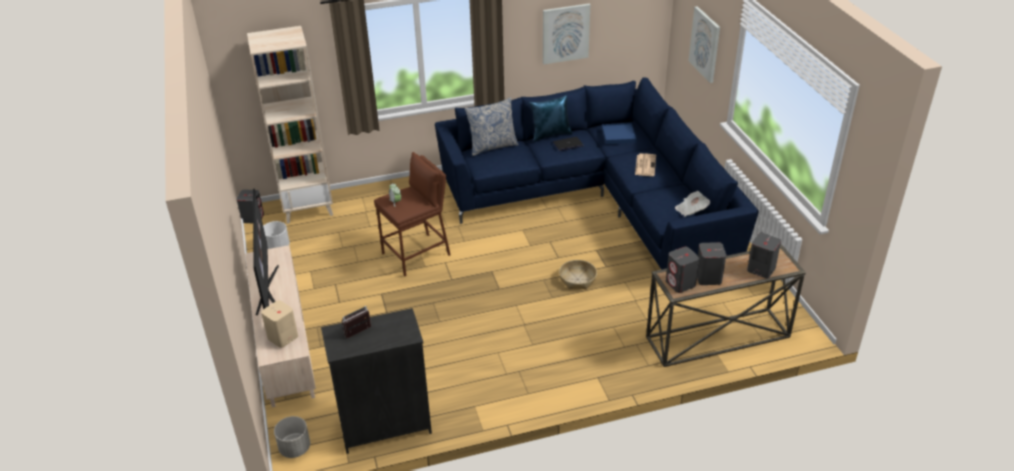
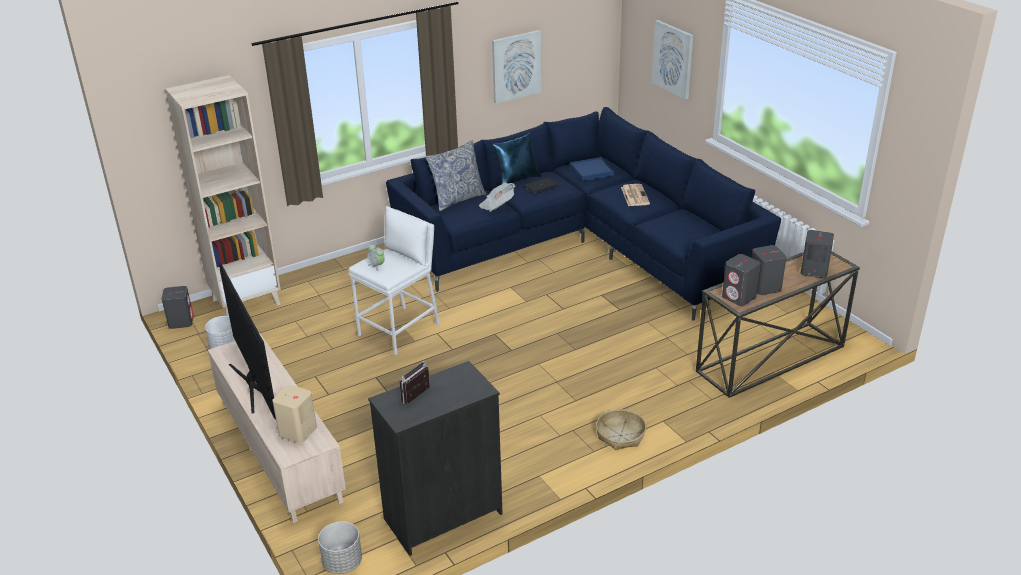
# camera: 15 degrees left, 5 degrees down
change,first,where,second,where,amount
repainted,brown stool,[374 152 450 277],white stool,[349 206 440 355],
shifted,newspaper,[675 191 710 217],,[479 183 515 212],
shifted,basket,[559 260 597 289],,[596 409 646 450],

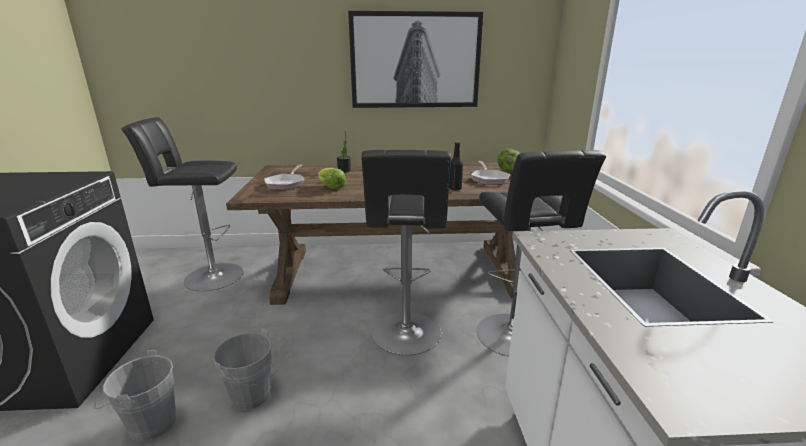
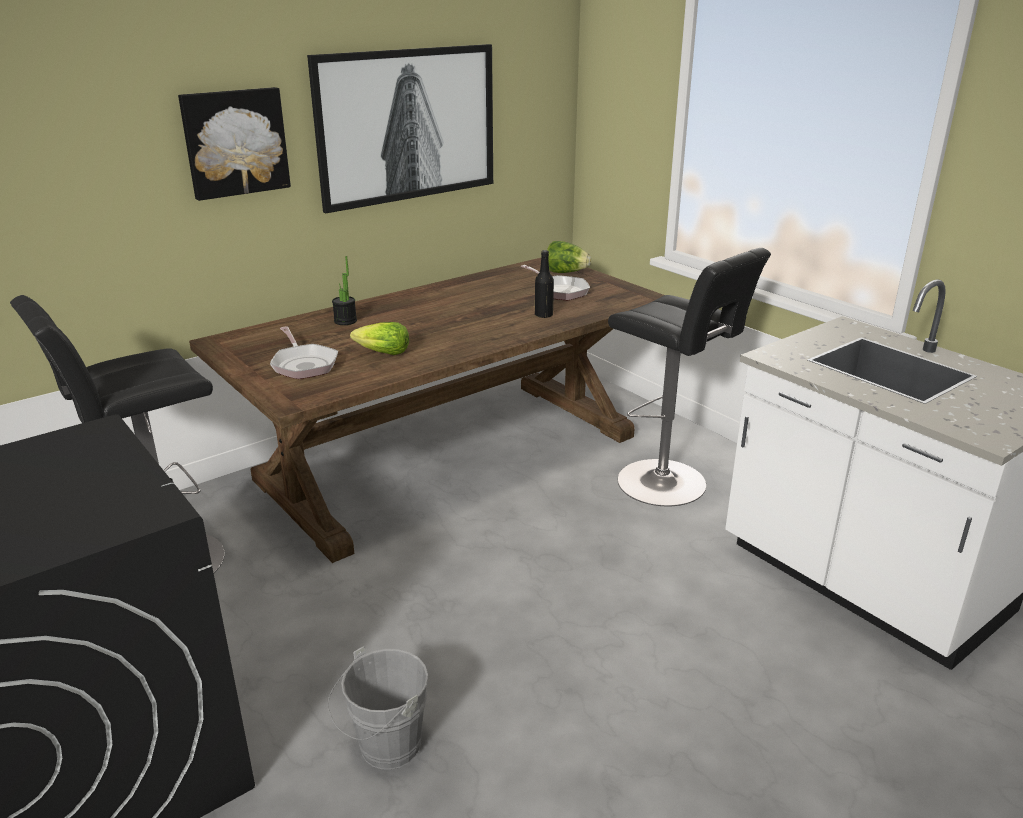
# camera: 35 degrees left, 5 degrees up
change,first,where,second,where,amount
new,,,picture,[178 87 291 201],
gone,grey bucket,[213 329 282 410],,,
gone,black stool,[361 150 451 355],,,

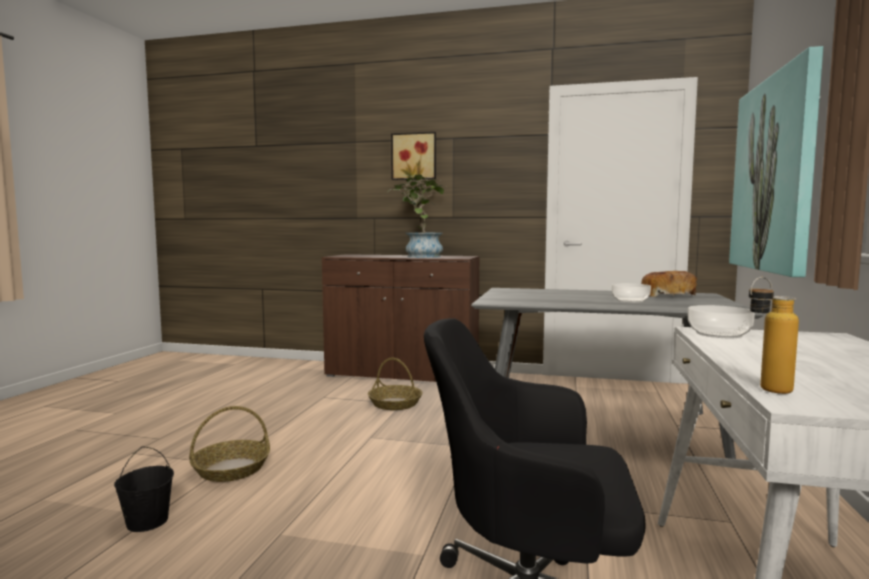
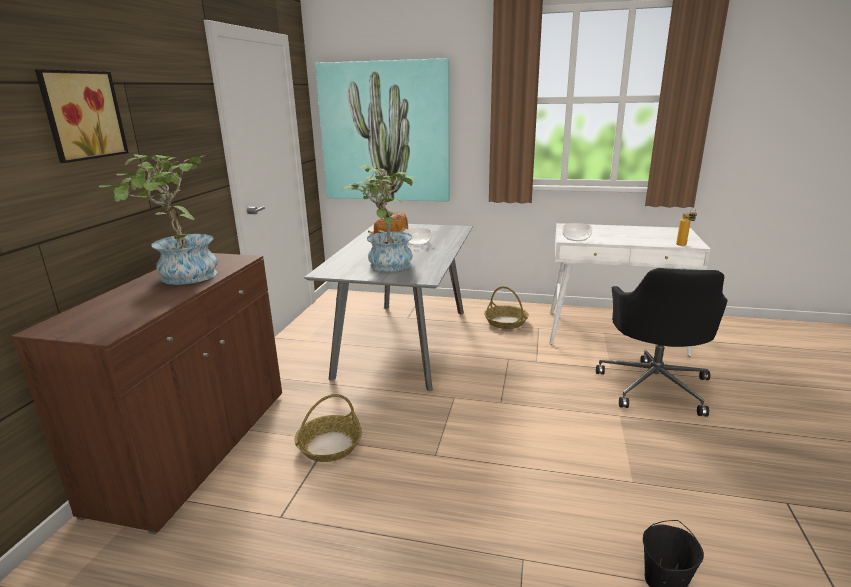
# camera: 90 degrees left, 15 degrees up
change,first,where,second,where,amount
new,,,potted plant,[341 165 417 272],
shifted,basket,[189 406 270 482],,[484 286 529 329],

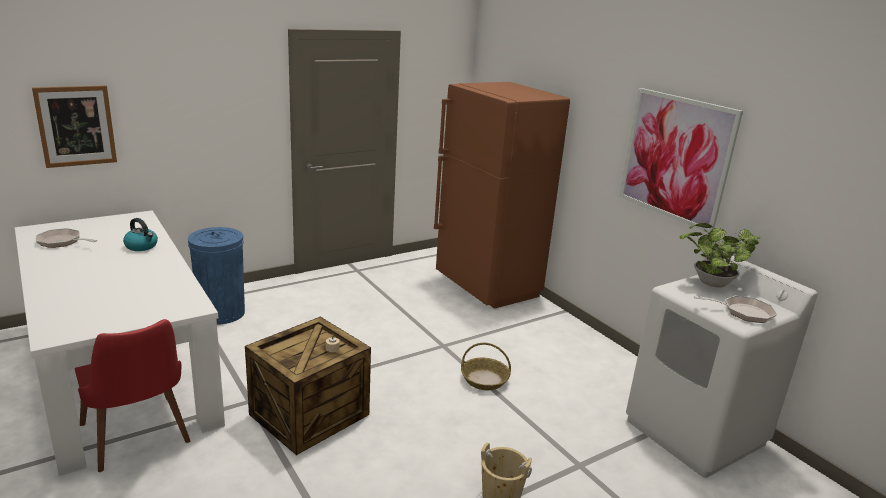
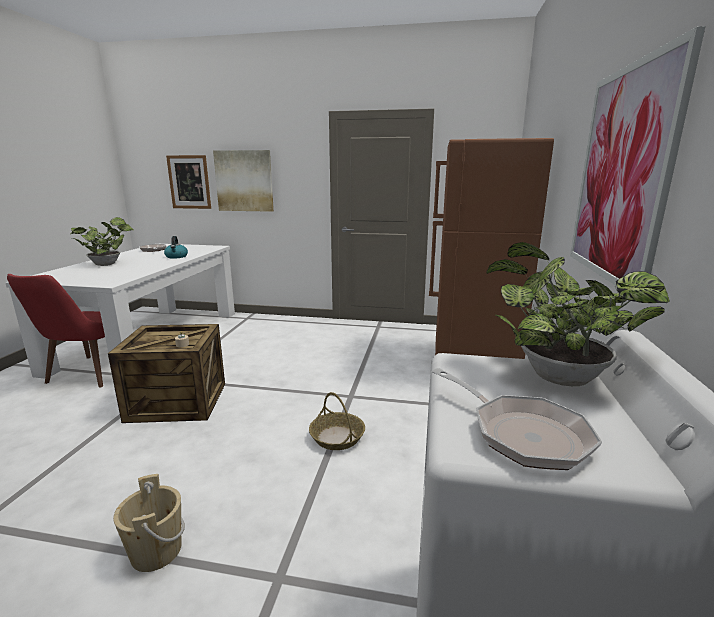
# camera: 45 degrees right, 5 degrees down
change,first,where,second,where,amount
new,,,potted plant,[70 217 133 266],
new,,,picture,[213 150 274 212],
gone,blue trash can,[188 227 245 325],,,

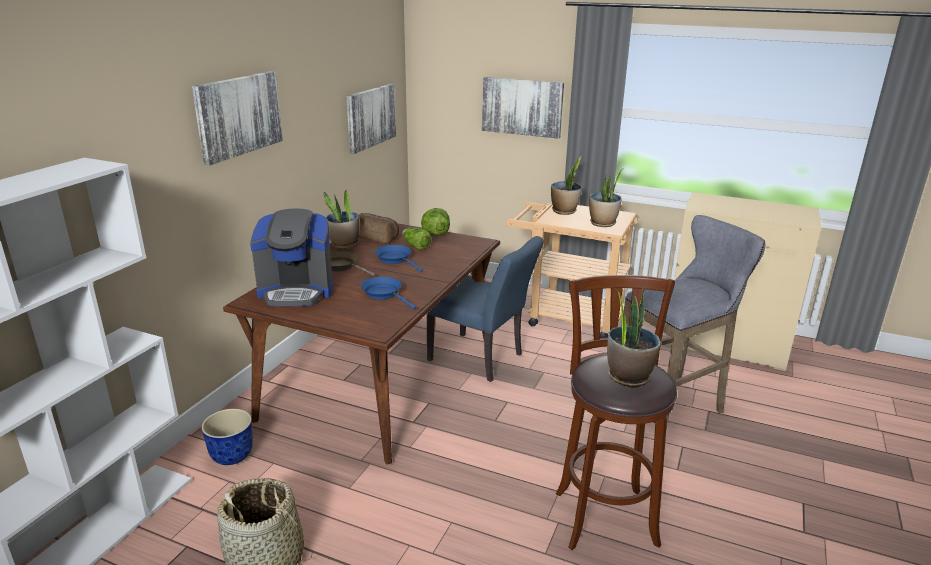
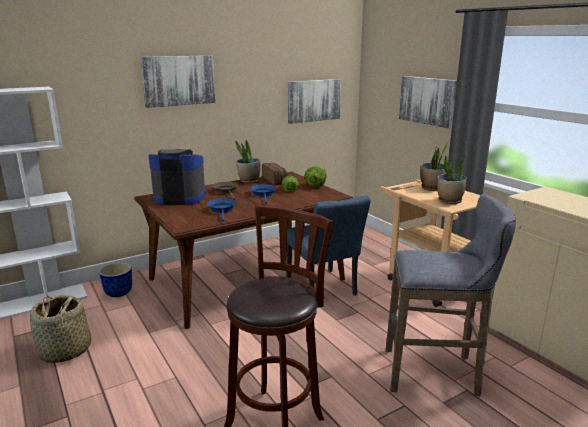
# camera: 35 degrees right, 5 degrees down
change,first,where,second,where,amount
rotated,coffee machine,[250 208 333 306],,[148 149 206 205],150 degrees clockwise
gone,potted plant,[607 288 661 388],,,

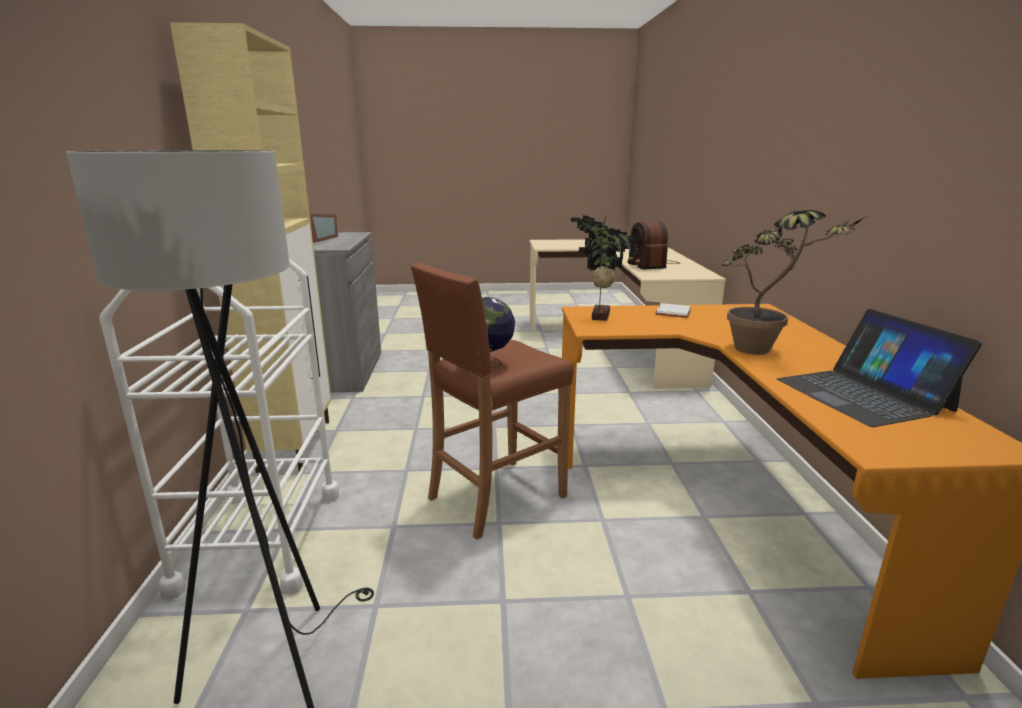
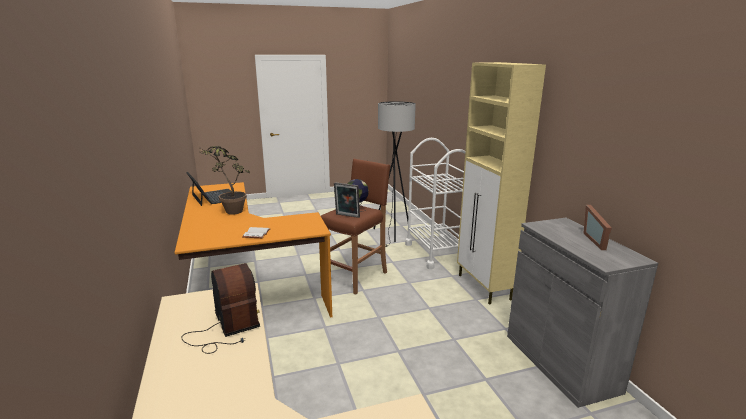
# camera: 165 degrees right, 0 degrees up
change,first,where,second,where,amount
new,,,picture frame,[334 182 360 218],
gone,potted plant,[571 215 635 321],,,

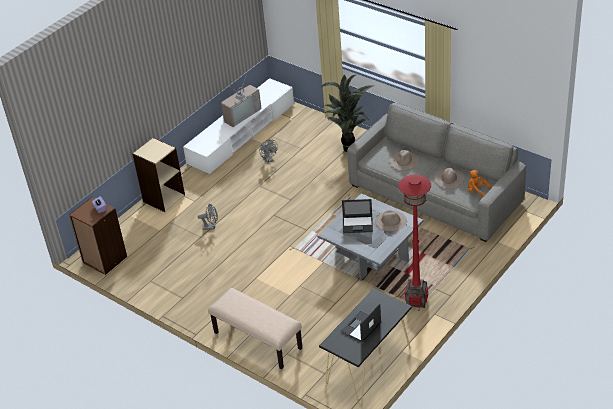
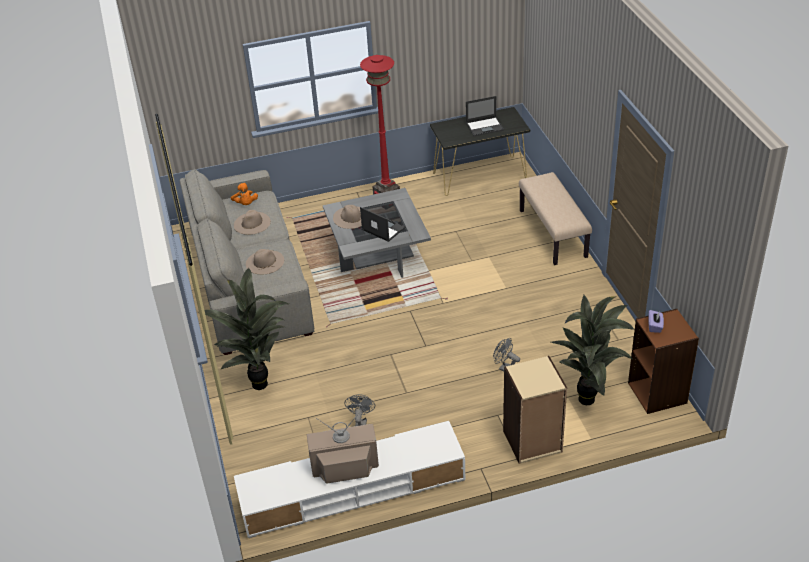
# camera: 145 degrees left, 0 degrees up
change,first,where,second,where,amount
new,,,potted plant,[551 295 635 405],

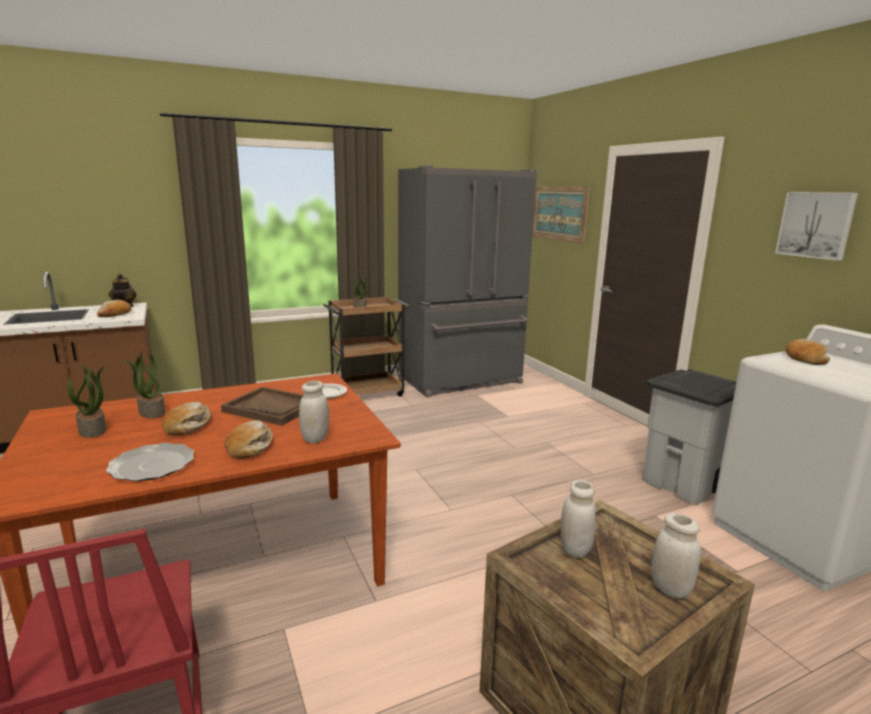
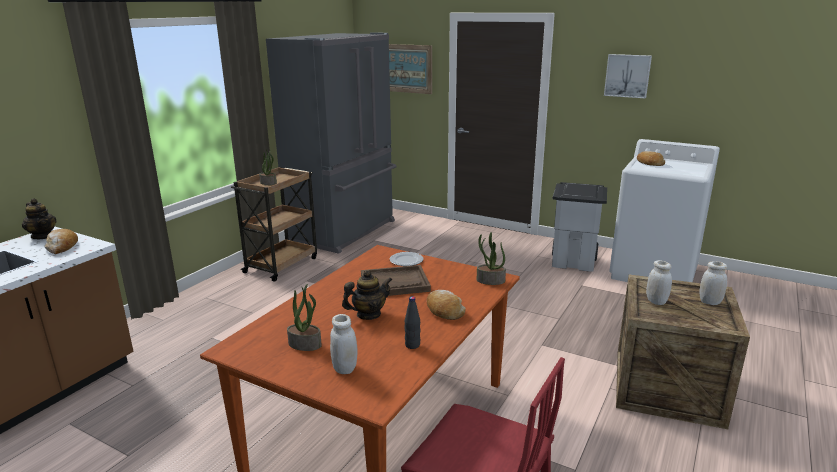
# camera: 35 degrees left, 5 degrees up
change,first,where,second,where,amount
shifted,white jar,[299 381 329 444],,[330 314 357 374],
swapped,bread,[162 402 211 436],teapot,[342 270 392 320],
swapped,plate,[106 443 194 481],black bottle,[405 296 420 349],
shifted,potted plant,[125 351 165 418],,[477 232 506 285],

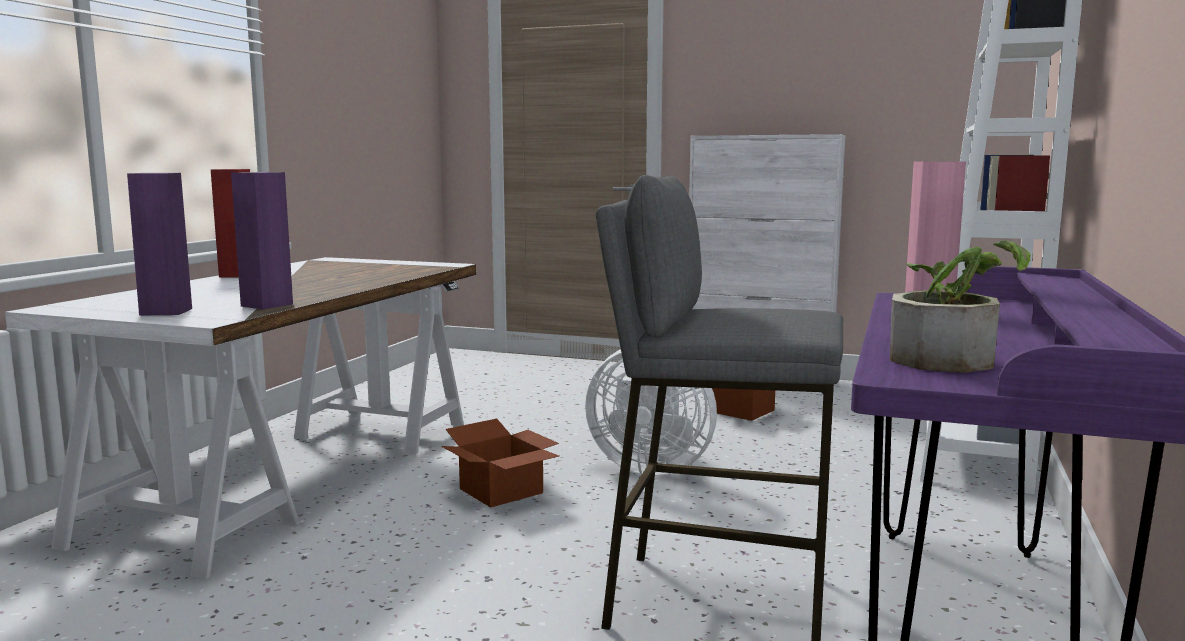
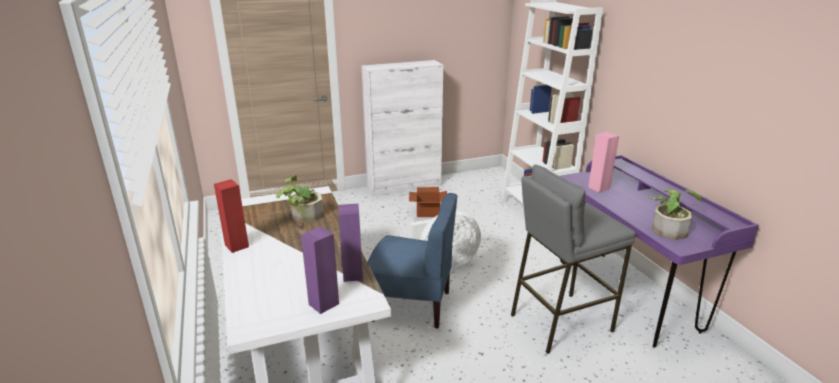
# camera: 40 degrees left, 15 degrees up
change,first,where,second,where,amount
new,,,potted plant,[276 175 324 223],
swapped,cardboard box,[441 419 559 507],blue chair,[367 193 457 329],

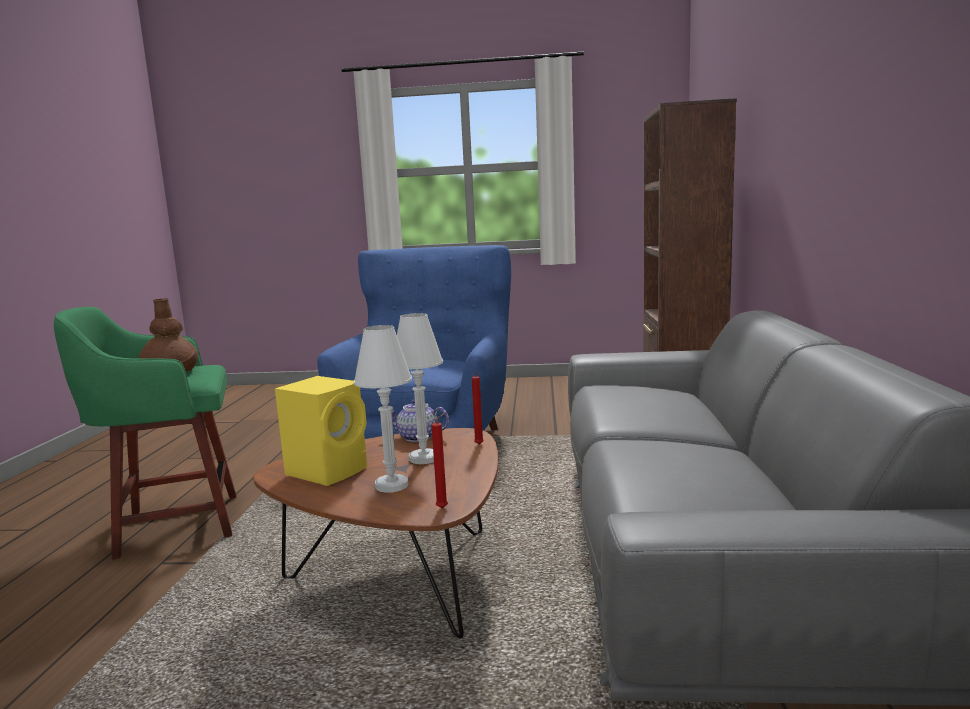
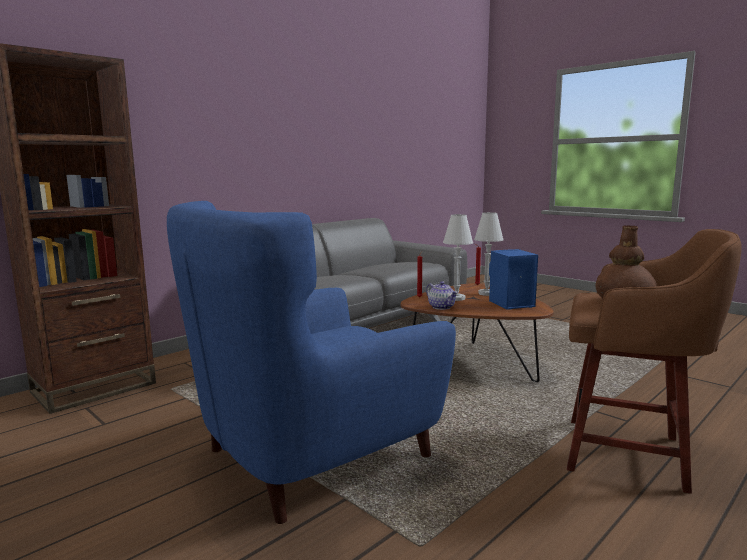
# camera: 140 degrees left, 0 degrees up
change,first,where,second,where,amount
repainted,yellow speaker,[275 376 367 486],blue speaker,[489 249 538 310],
repainted,green stool,[54 307 236 560],brown stool,[567 229 742 494],

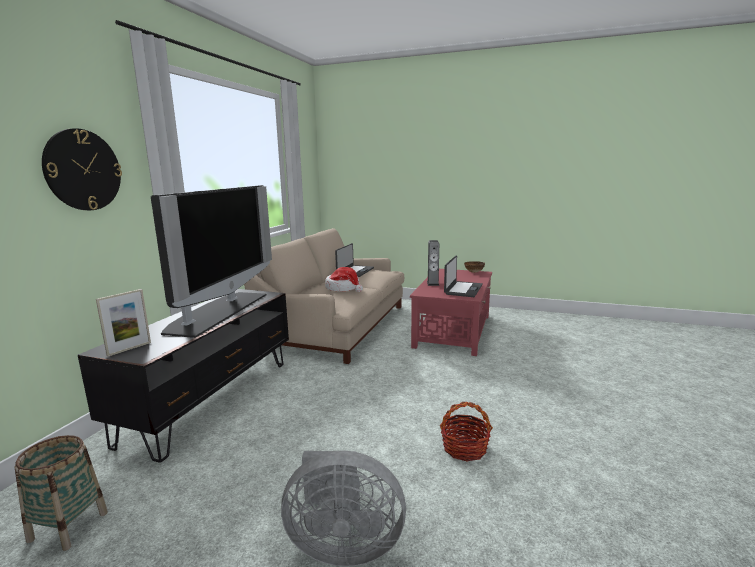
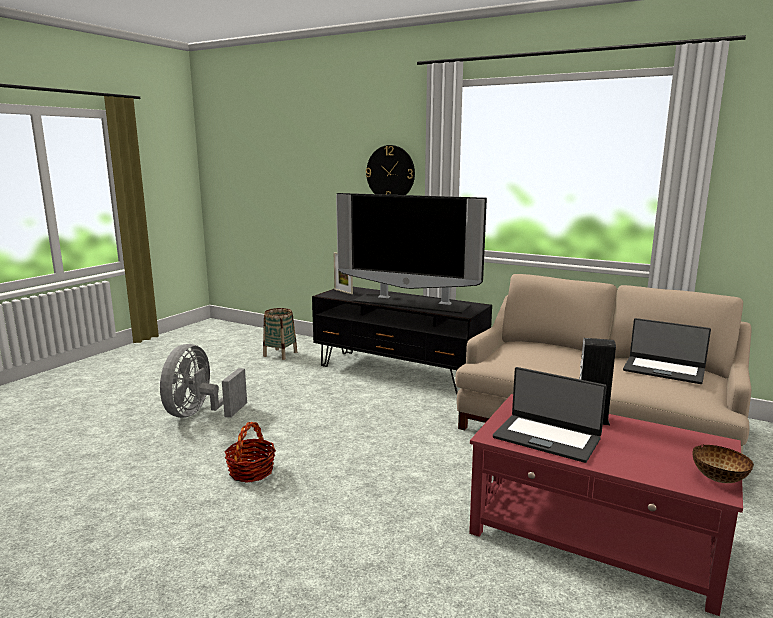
# camera: 100 degrees right, 0 degrees up
change,first,where,second,where,amount
gone,hat,[325 267 363 292],,,

